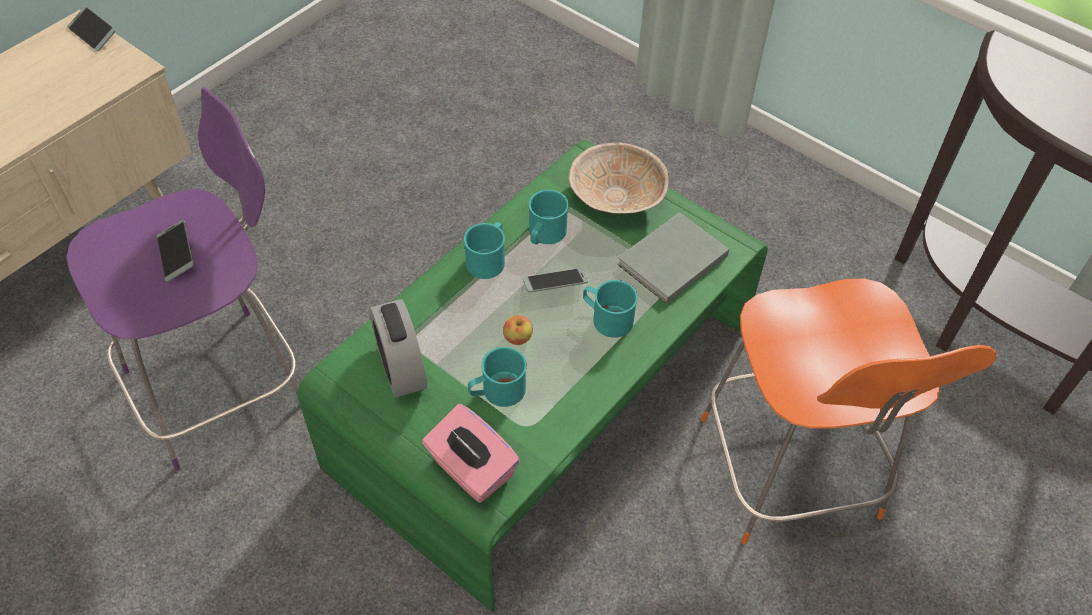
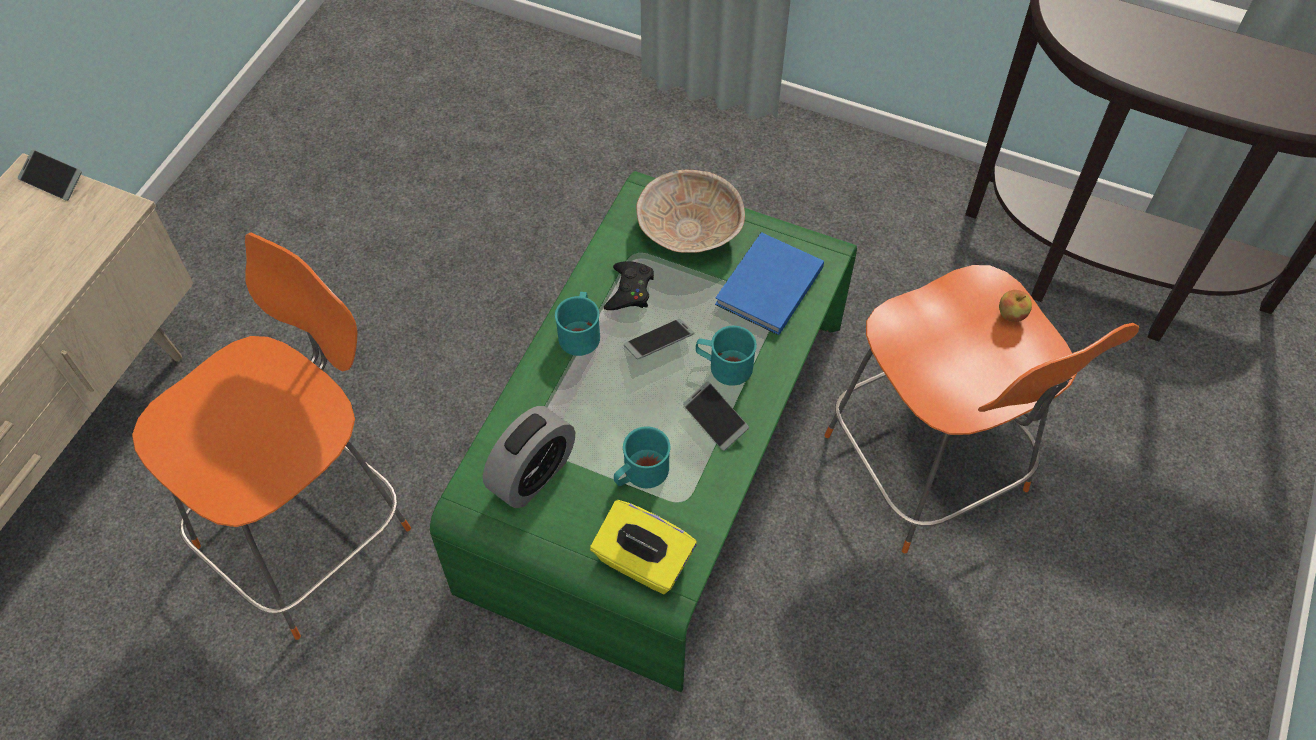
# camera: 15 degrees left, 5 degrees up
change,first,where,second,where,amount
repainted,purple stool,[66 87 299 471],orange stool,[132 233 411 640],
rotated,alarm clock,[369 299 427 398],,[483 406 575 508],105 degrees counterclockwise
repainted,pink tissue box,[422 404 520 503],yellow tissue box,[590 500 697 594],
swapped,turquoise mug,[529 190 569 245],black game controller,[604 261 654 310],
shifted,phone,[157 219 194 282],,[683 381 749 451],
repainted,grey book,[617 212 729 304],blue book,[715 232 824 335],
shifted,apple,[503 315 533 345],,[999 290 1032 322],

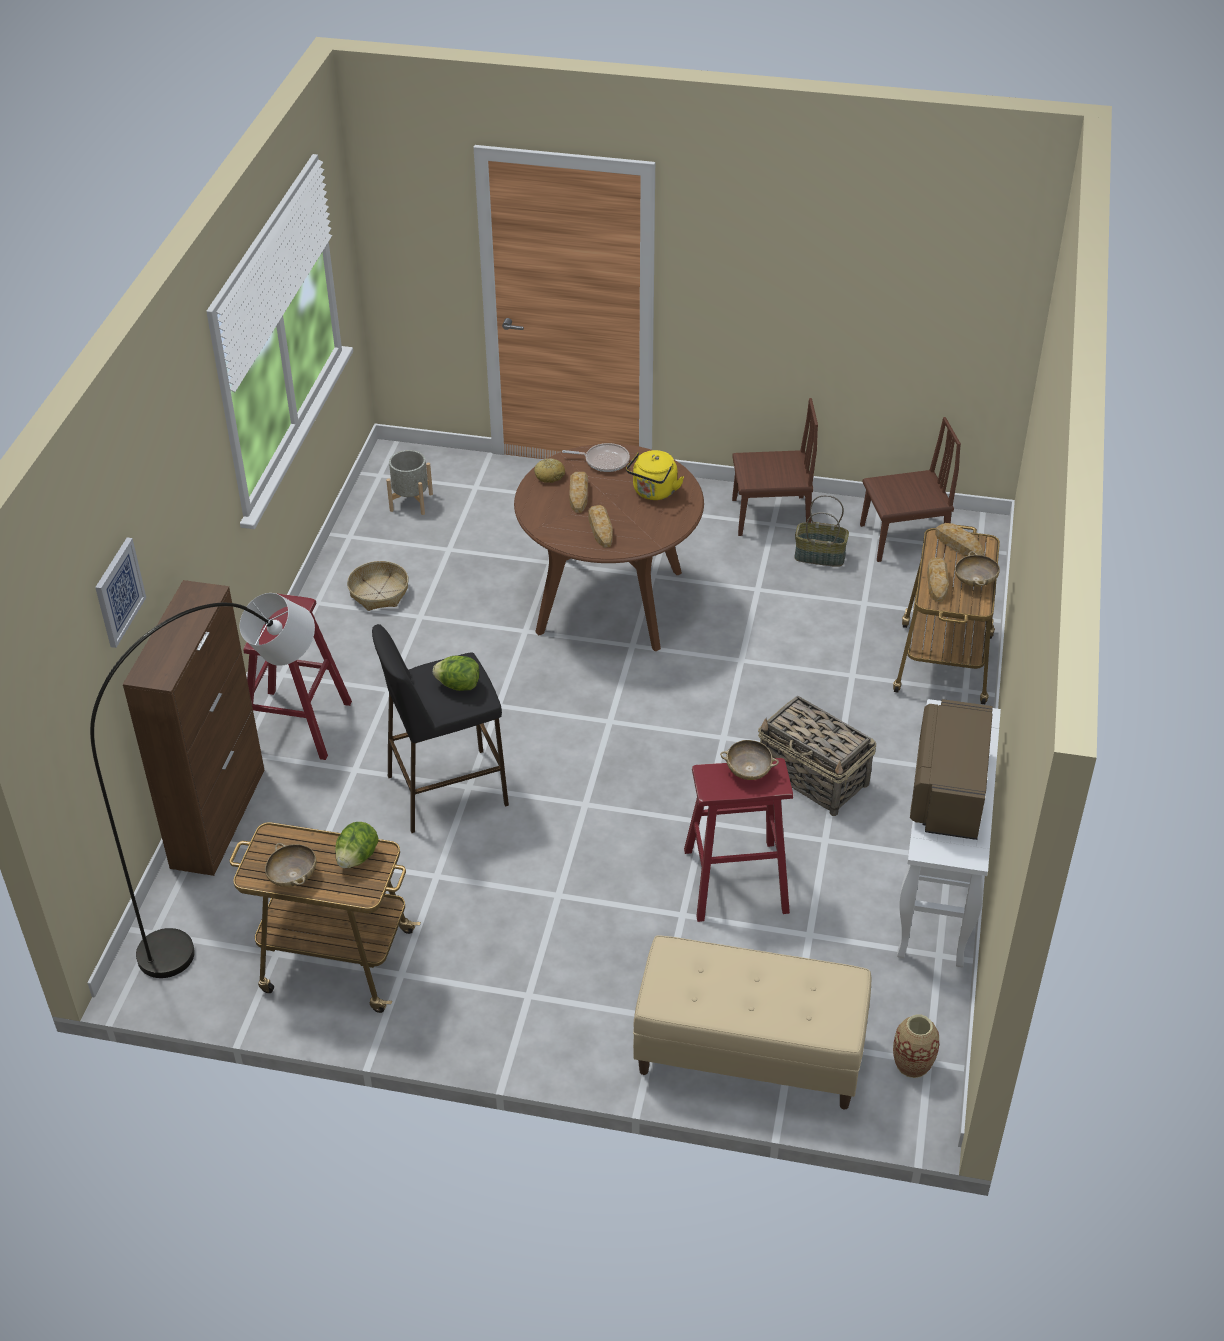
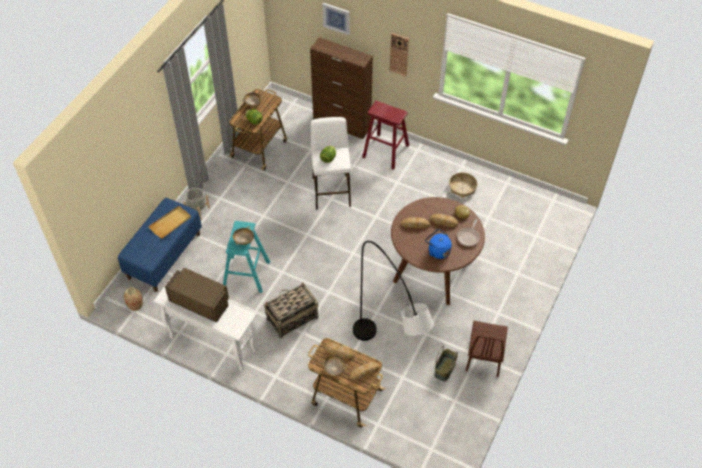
# camera: 105 degrees right, 10 degrees up
change,first,where,second,where,amount
repainted,beige bench,[633 935 872 1110],blue bench,[118 198 202 292],
new,,,beige tray,[148 206 191 239],
shifted,grey planter,[386 450 433 515],,[183 188 210 220],
repainted,red stool,[684 758 793 922],turquoise stool,[223 221 270 293],
repainted,black stool,[372 624 509 833],white stool,[311 117 351 210],
shifted,grey floor lamp,[90 593 315 978],,[353 241 434 341],
new,,,wall clock,[390 33 409 77],
repainted,yellow kettle,[626 450 684 500],blue kettle,[425 229 452 259],
gone,brown chair,[860 417 961 562],,,

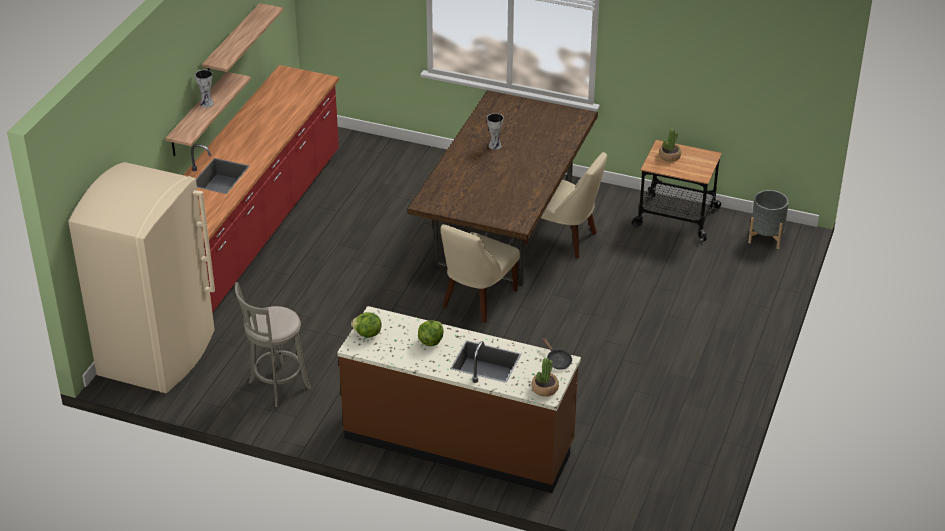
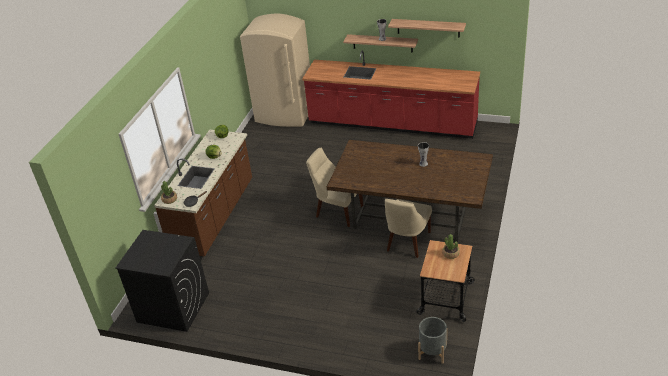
# camera: 90 degrees right, 0 degrees up
change,first,where,second,where,amount
new,,,black washing machine,[115 230 209 332],
gone,grey stool,[235 282 311 408],,,

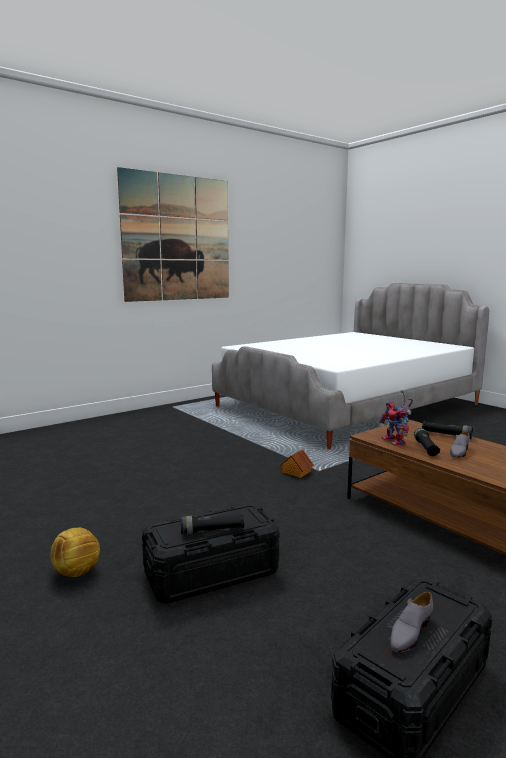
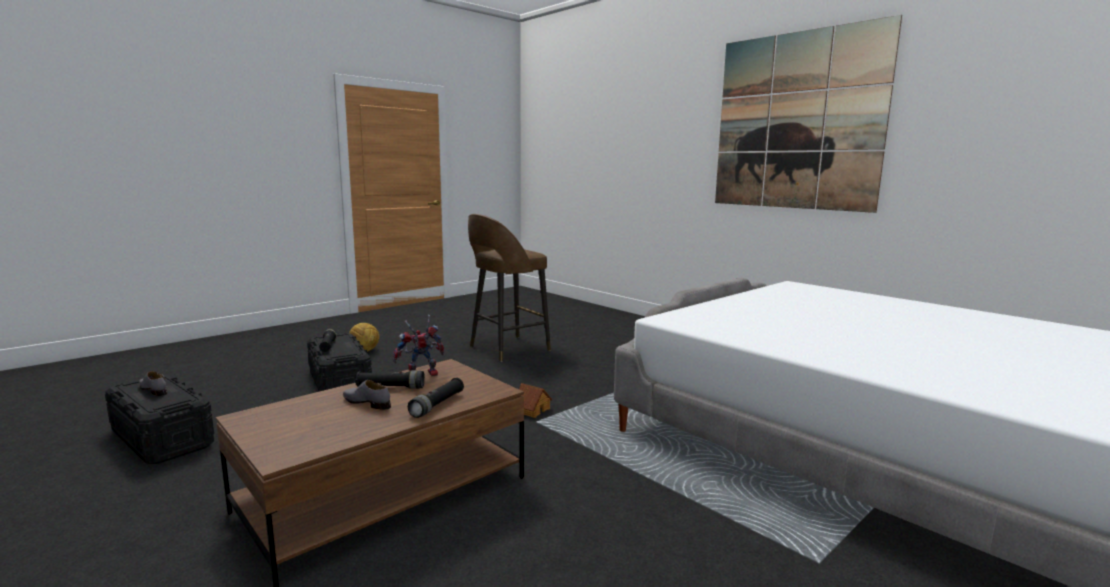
# camera: 85 degrees right, 0 degrees up
change,first,where,second,where,amount
new,,,brown stool,[468 214 551 362],

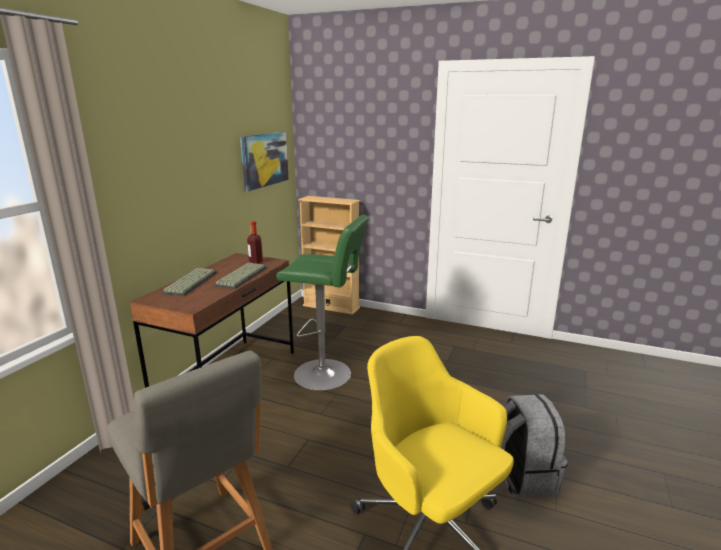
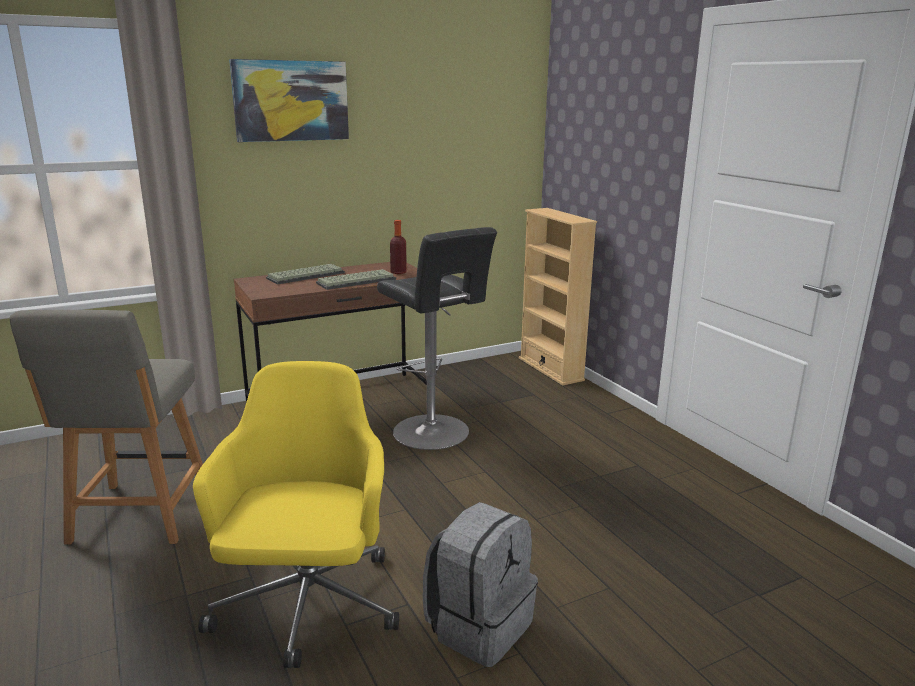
# camera: 40 degrees right, 0 degrees up
change,first,where,second,where,amount
shifted,picture,[240 132 289 192],,[229 59 349 142],
repainted,green stool,[276 215 369 391],black stool,[377 227 497 450],

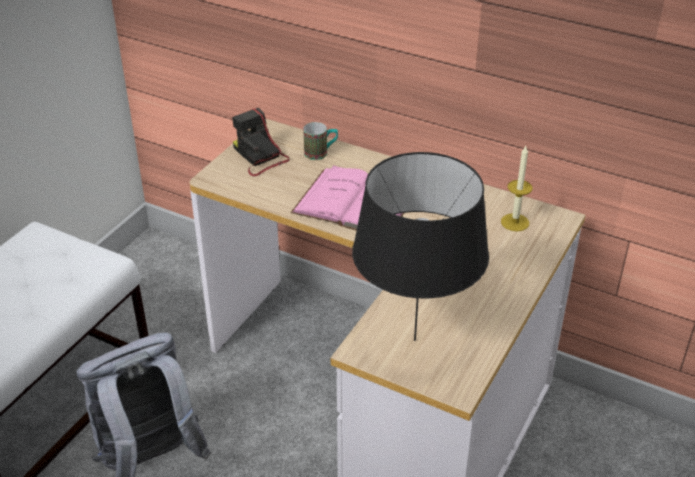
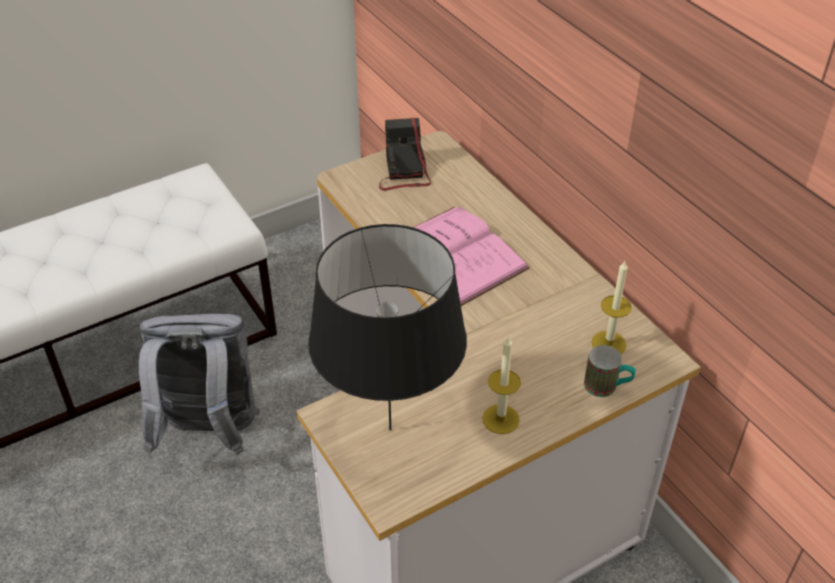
# camera: 30 degrees right, 5 degrees up
change,first,where,second,where,amount
new,,,candle,[482 336 521 434],
shifted,mug,[303 122 338 160],,[584 345 636 397],

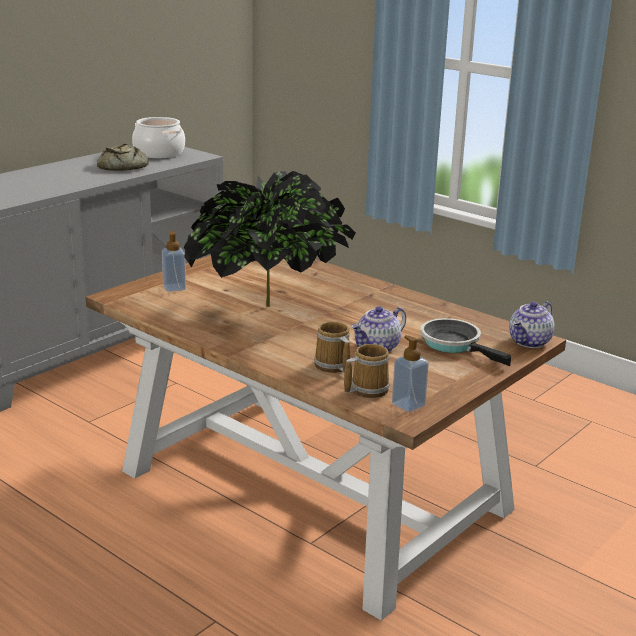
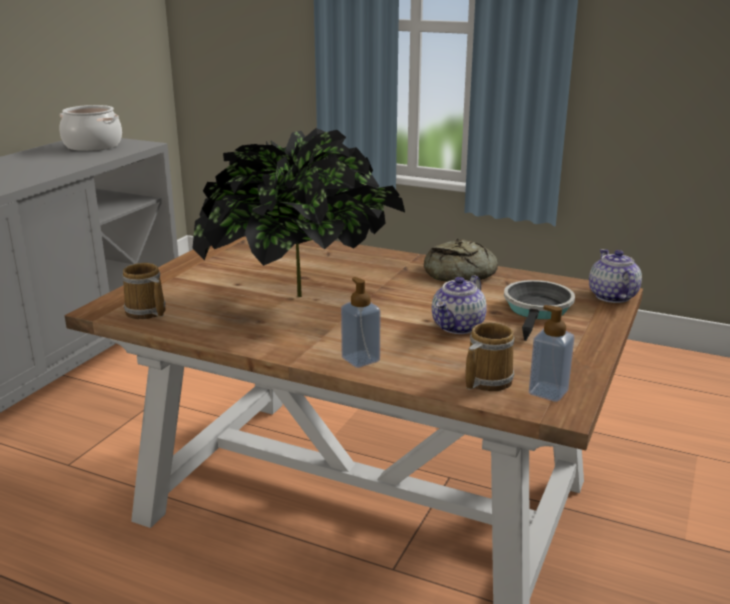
# camera: 15 degrees left, 0 degrees up
change,first,where,second,where,amount
shifted,mug,[314 321 351 373],,[122 263 166 319],
shifted,soap dispenser,[162 231 186 292],,[341 277 381 368],
shifted,bread,[97 144 149 171],,[424 238 498 282],
rotated,frying pan,[420 318 511 366],,[504 280 575 341],75 degrees clockwise
rotated,teapot,[509 301 554 348],,[589 249 642 303],150 degrees clockwise

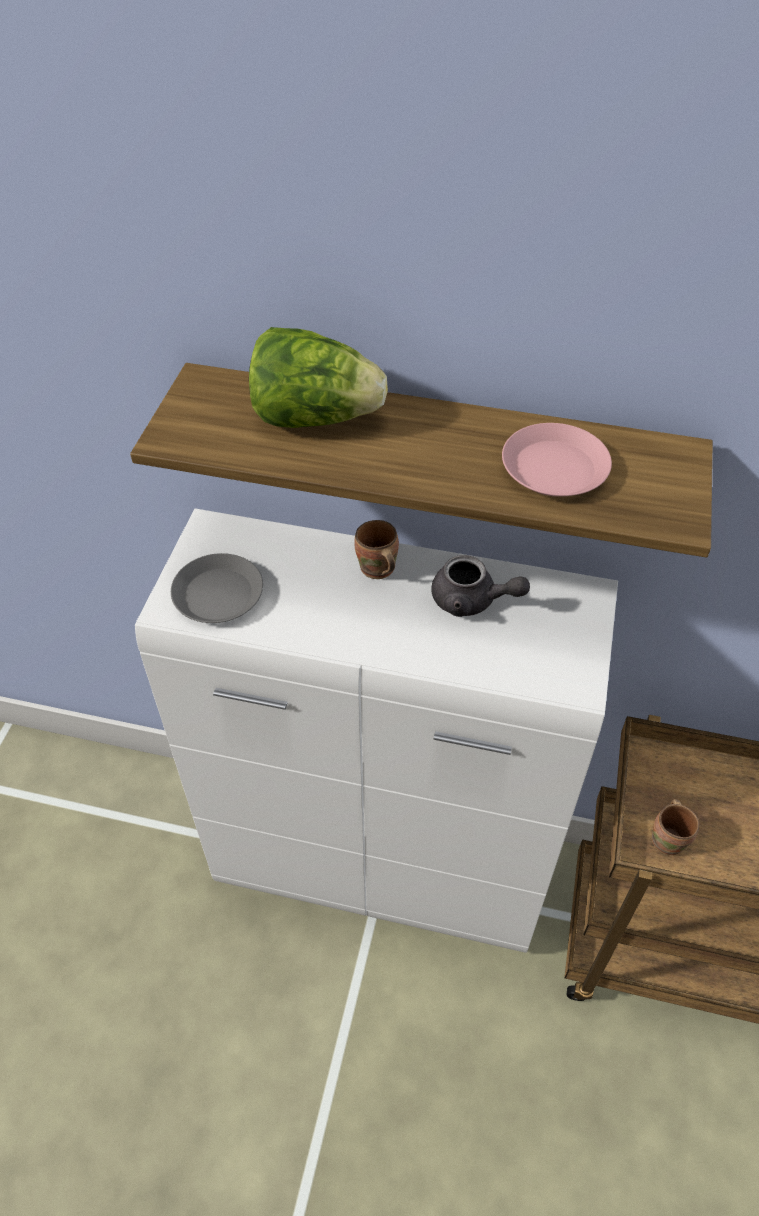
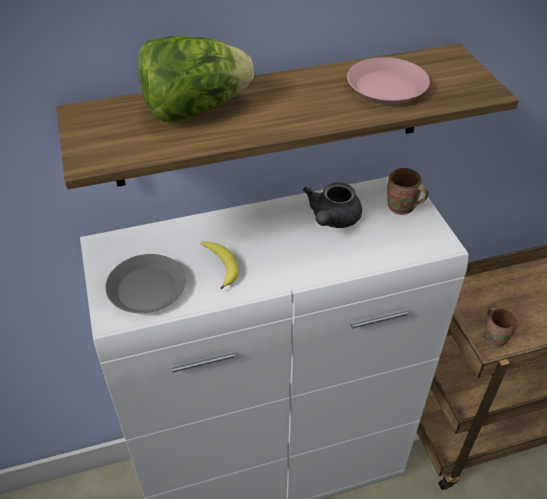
# camera: 30 degrees left, 5 degrees down
change,first,where,second,where,amount
new,,,banana,[201 242 238 289],
rotated,grey teapot,[432 555 530 617],,[303 182 362 228],120 degrees clockwise
shifted,brown mug,[354 520 399 579],,[387 168 428 215],

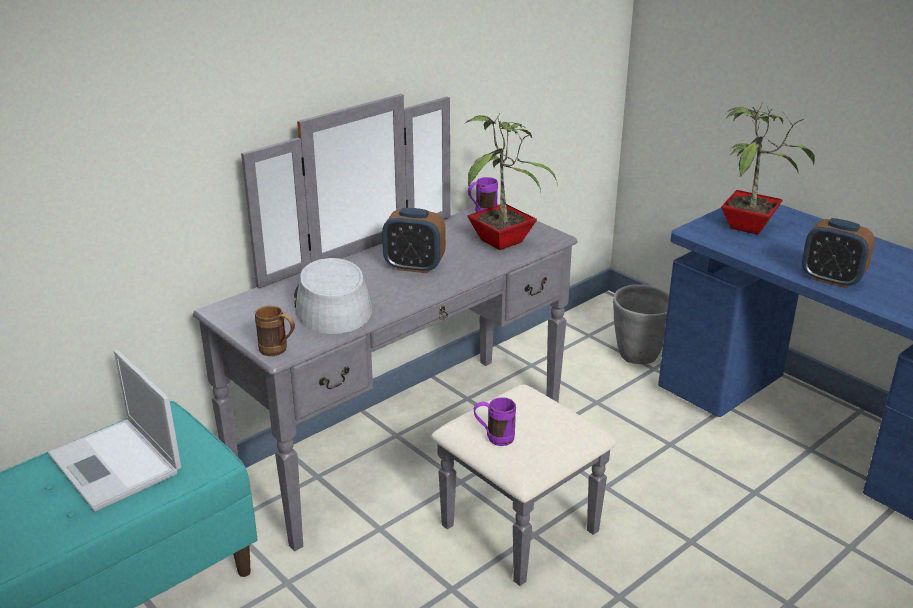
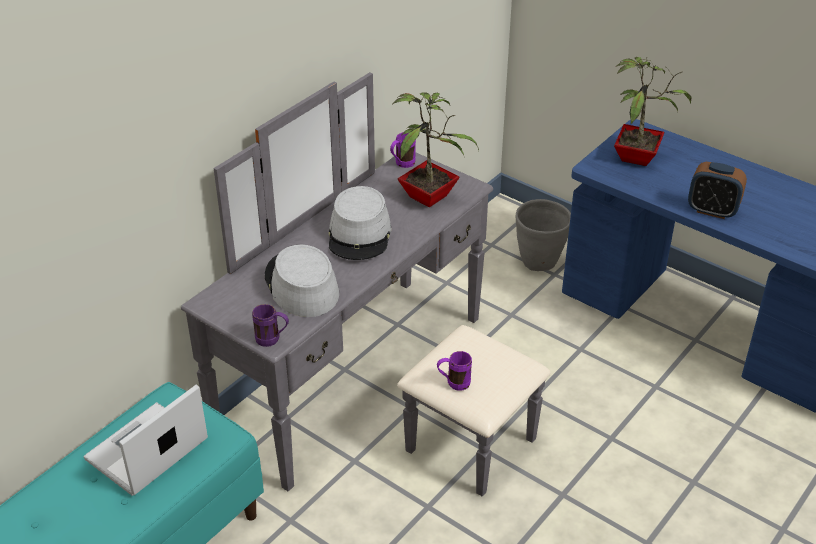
# camera: 10 degrees left, 10 degrees up
change,first,where,second,where,amount
rotated,laptop,[48 350 181 512],,[83 385 208 496],90 degrees clockwise
repainted,brown mug,[255 306 295 356],purple mug,[252 304 289 347],
swapped,alarm clock,[382 208 446 273],grey hat,[329 186 392 260],

